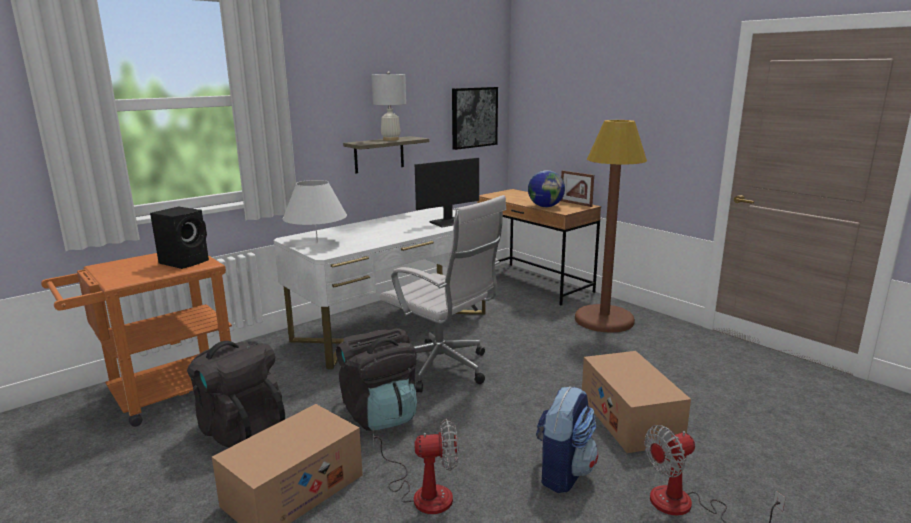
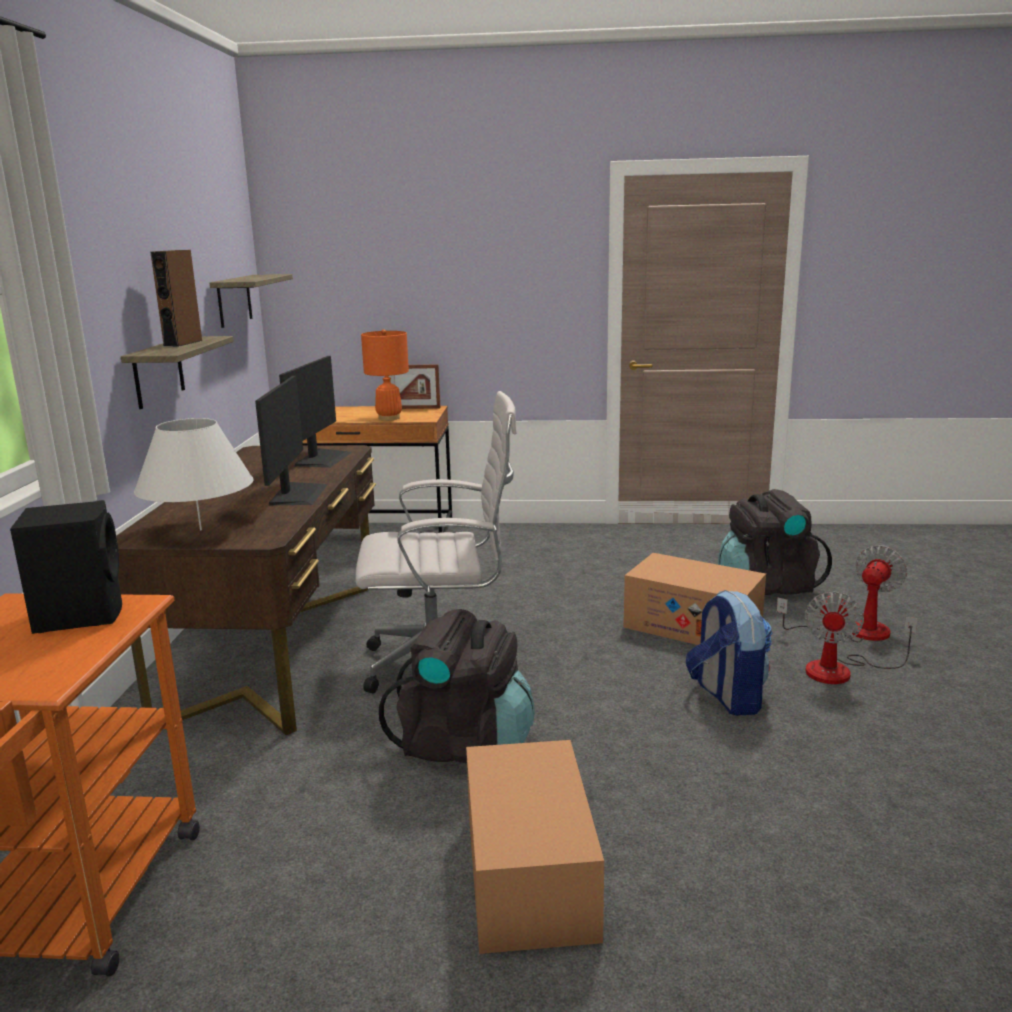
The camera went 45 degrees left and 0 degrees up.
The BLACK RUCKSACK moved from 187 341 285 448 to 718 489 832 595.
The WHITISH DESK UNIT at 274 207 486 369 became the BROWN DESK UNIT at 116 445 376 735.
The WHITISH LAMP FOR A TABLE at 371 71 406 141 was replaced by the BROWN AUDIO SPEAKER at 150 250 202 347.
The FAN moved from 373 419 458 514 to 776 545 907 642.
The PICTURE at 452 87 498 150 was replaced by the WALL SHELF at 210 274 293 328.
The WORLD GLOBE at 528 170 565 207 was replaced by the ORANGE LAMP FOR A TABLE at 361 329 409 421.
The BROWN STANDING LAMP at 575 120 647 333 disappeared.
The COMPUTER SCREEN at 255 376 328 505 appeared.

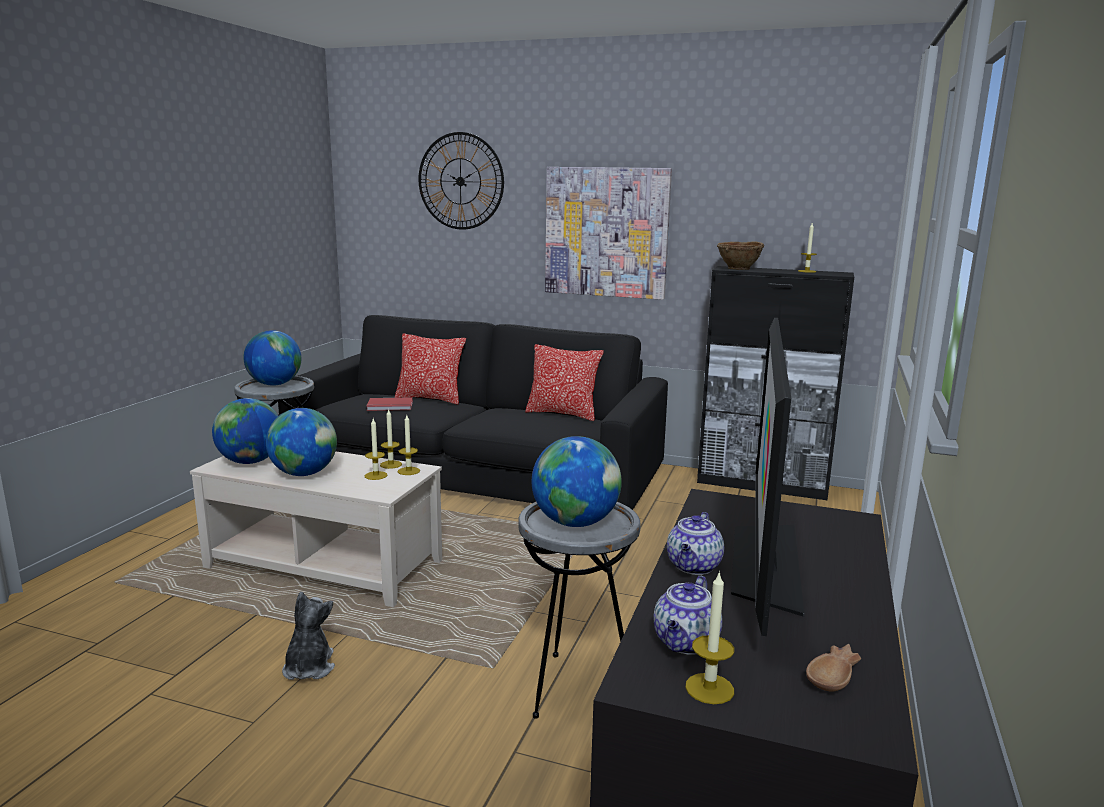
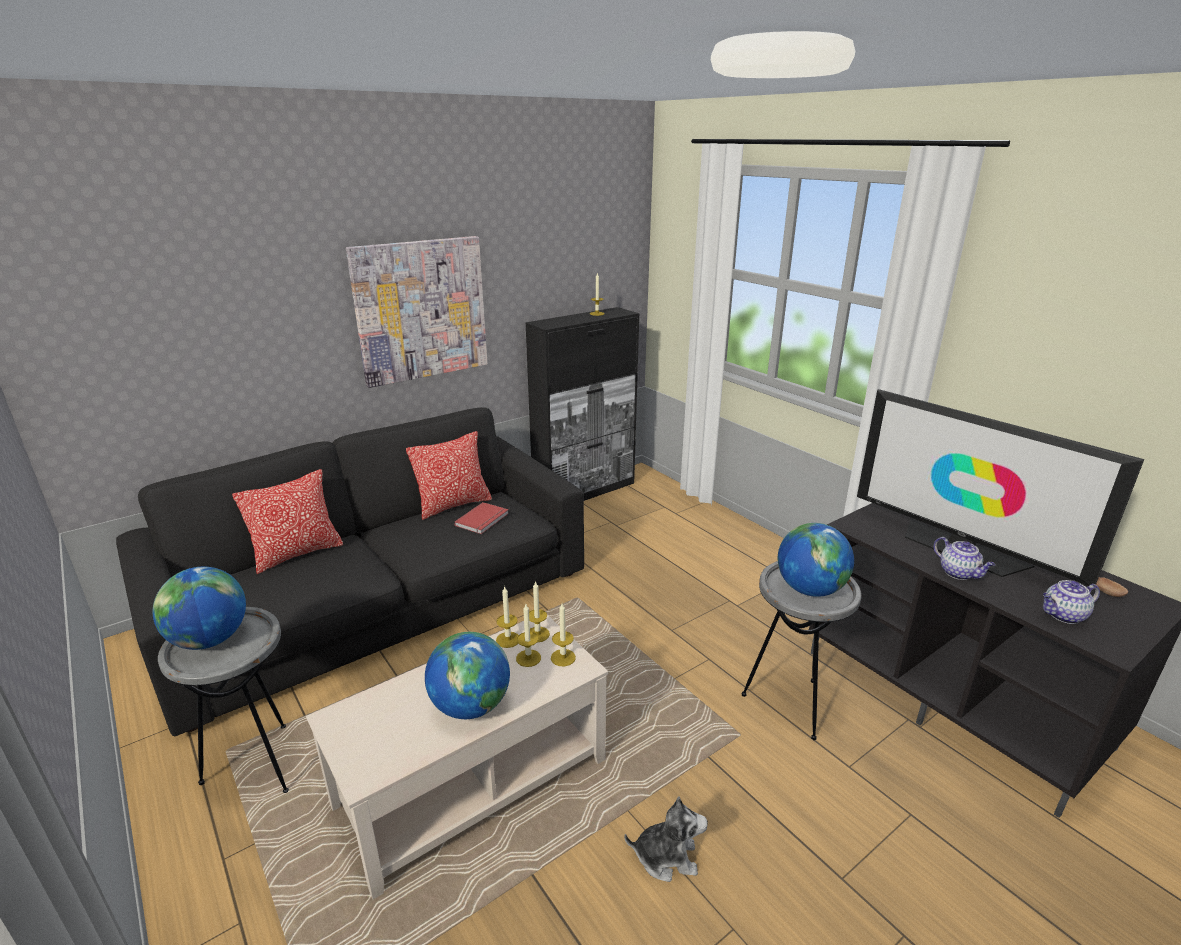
The camera went 55 degrees left and 10 degrees up.
The WORLD GLOBE at 212 398 278 464 disappeared.
The CUDDLY TOY at 282 592 335 680 turned 150 degrees clockwise.
The RED-COLOURED BOUND BOOK moved from 366 397 413 411 to 454 502 509 534.
The CLOCK ON THE WALL at 418 132 504 230 disappeared.
The TEA POT at 654 576 722 655 turned 105 degrees clockwise.
The CANDLE moved from 685 571 734 704 to 551 604 576 666.
The BROWN BOWL at 717 241 764 270 disappeared.

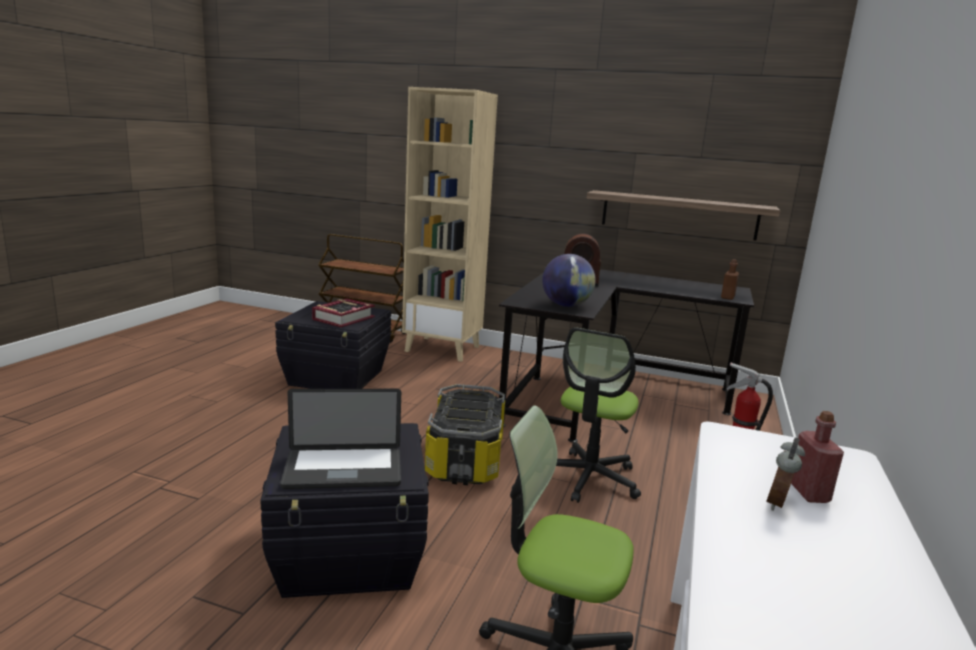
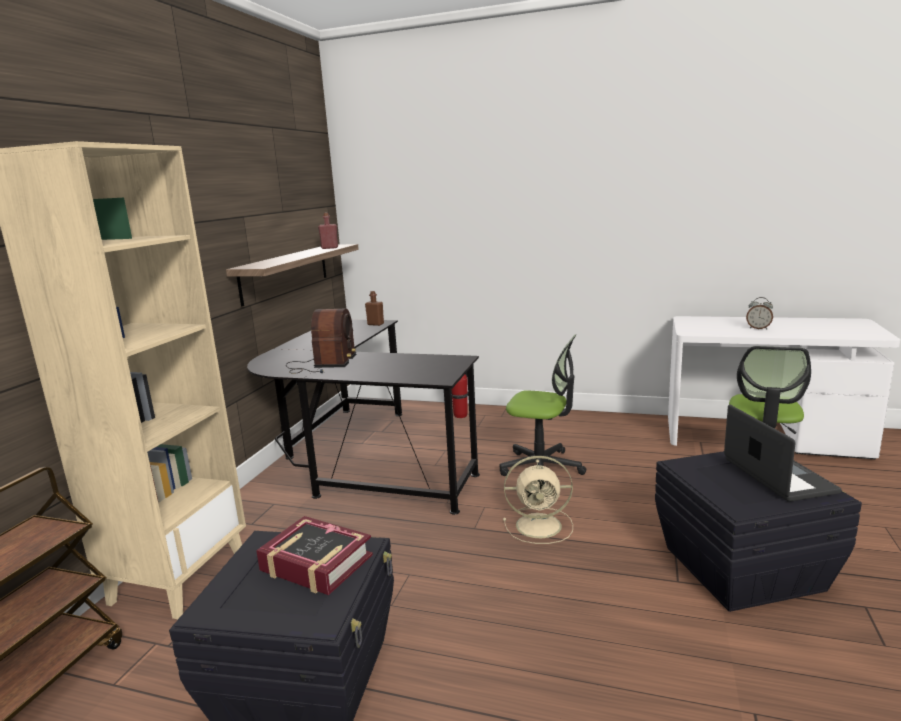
The camera went 90 degrees left and 0 degrees up.
The STORAGE CONTAINER at 425 384 505 485 was replaced by the BEIGE FAN at 503 456 573 544.
The WORLD GLOBE at 542 254 596 307 disappeared.
The RED-COLOURED BOTTLE moved from 791 411 844 503 to 318 213 338 249.

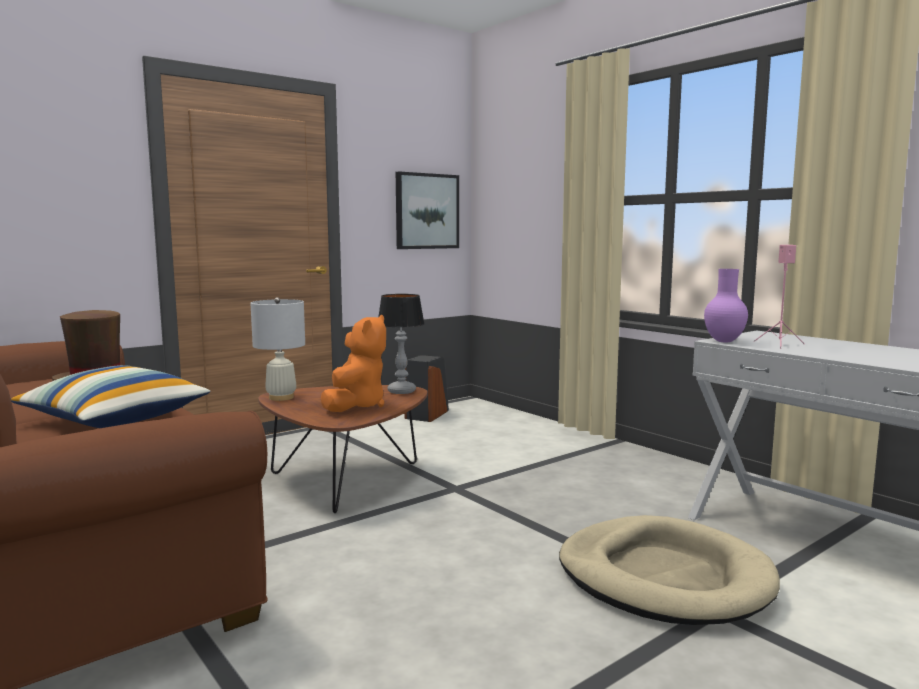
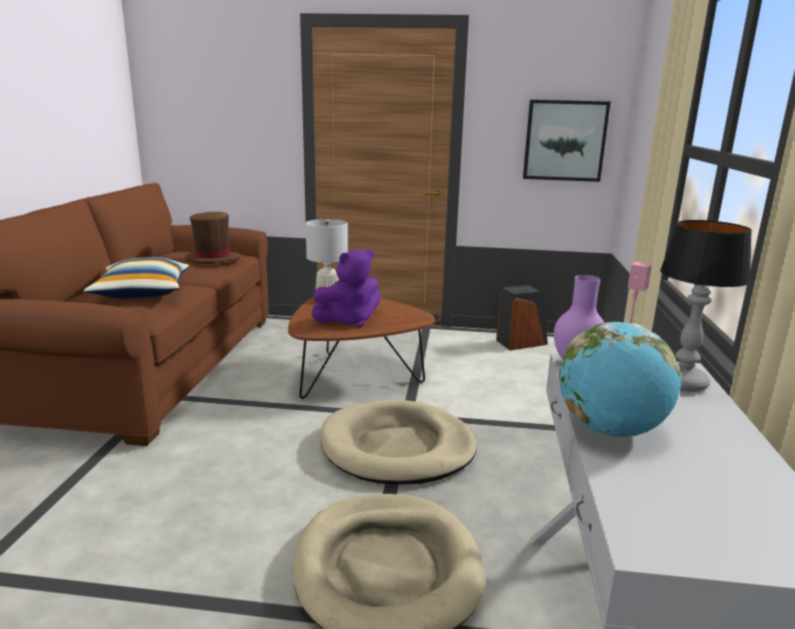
The camera went 45 degrees right and 10 degrees up.
The ORANGE CUDDLY TOY at 321 315 386 412 became the PURPLE CUDDLY TOY at 311 249 380 328.
The LAMP FOR A TABLE moved from 378 294 425 394 to 660 220 752 392.
The BEIGE DOG BED at 320 400 477 485 appeared.
The WORLD GLOBE at 559 322 681 437 appeared.

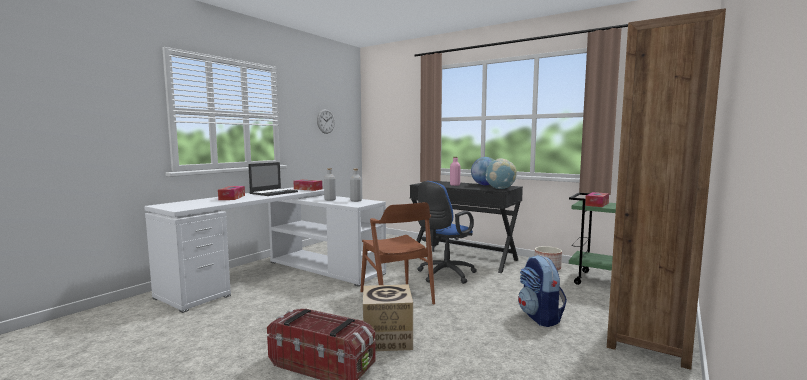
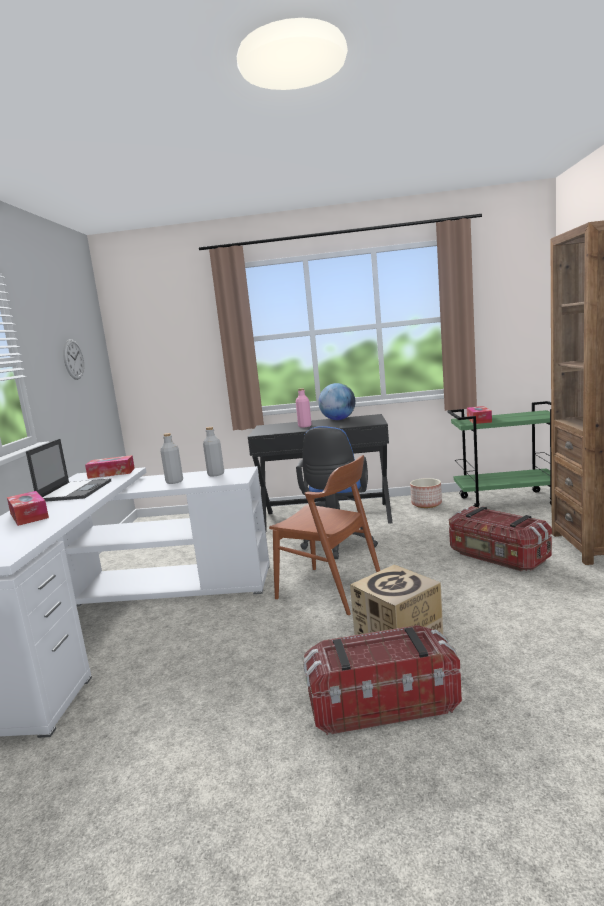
The camera went 30 degrees left and 5 degrees up.
The WORLD GLOBE at 486 158 517 189 disappeared.
The RUCKSACK at 518 255 567 327 was replaced by the STORAGE CONTAINER at 449 506 552 571.

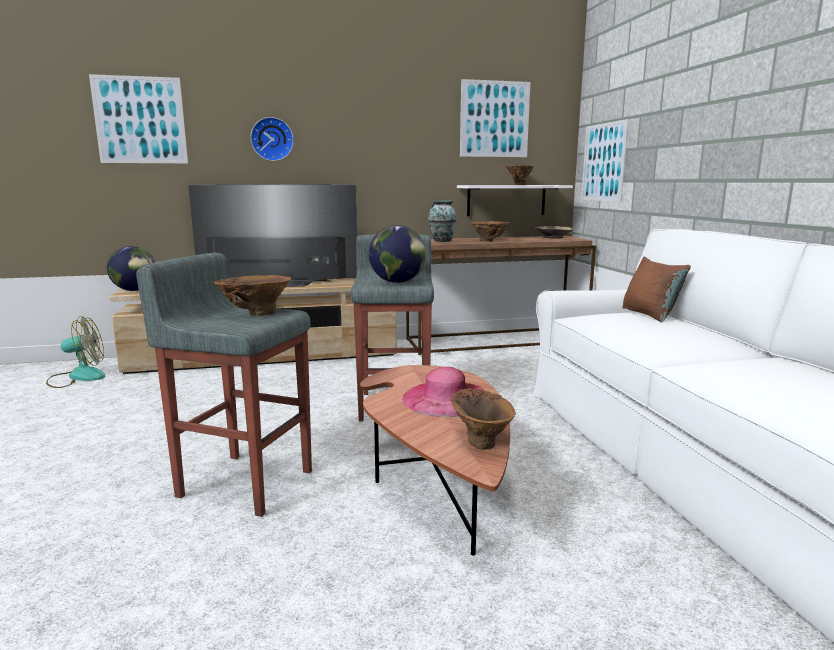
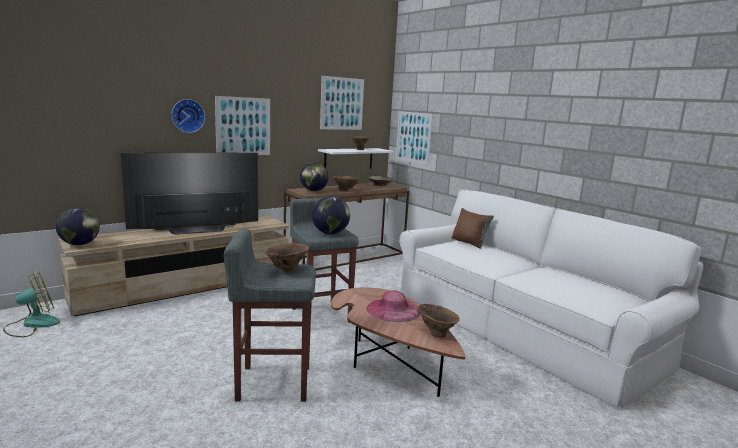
The camera went 25 degrees left and 0 degrees up.
The PICTURE moved from 89 74 188 164 to 215 96 270 155.
The DECORATIVE VASE at 428 200 457 242 was replaced by the WORLD GLOBE at 300 163 329 191.

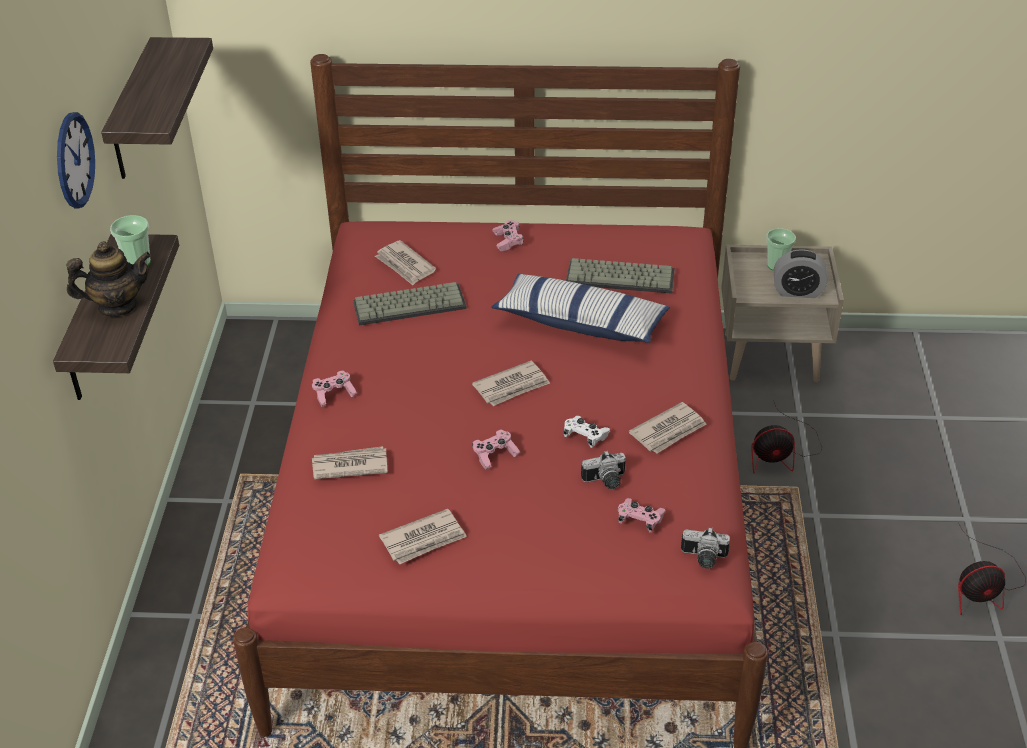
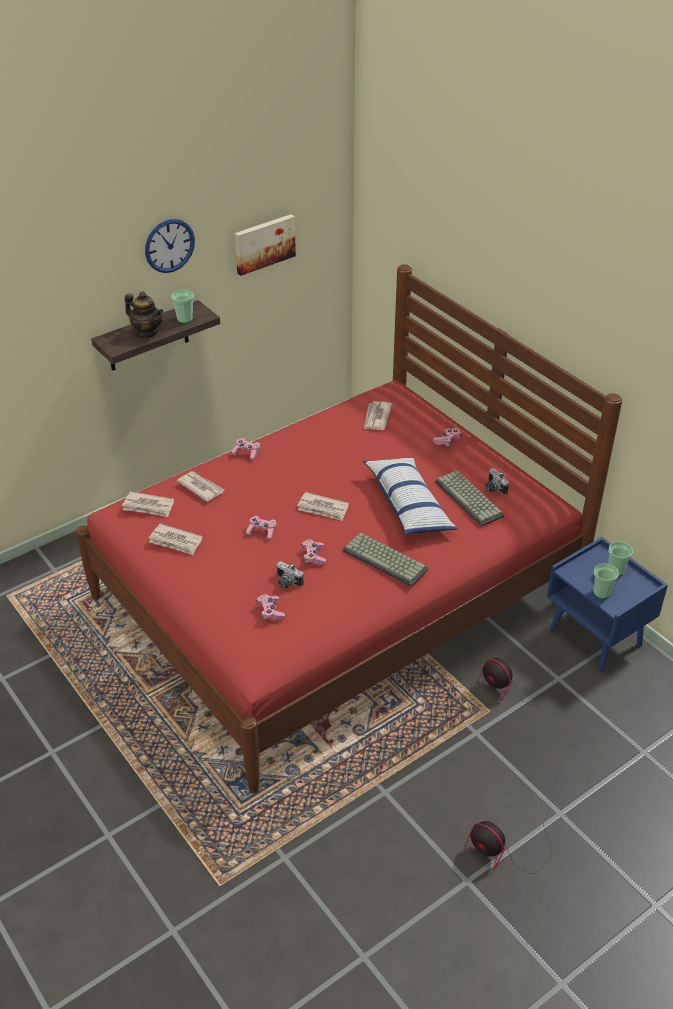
The camera went 50 degrees right and 0 degrees up.
The WALL SHELF at 101 37 213 179 was replaced by the PICTURE at 235 214 296 276.
The PC KEYBOARD moved from 353 282 467 326 to 343 533 428 587.
The WHITISH JOYPAD at 563 416 611 448 became the PINK JOYPAD at 301 539 326 565.
The NEWSPAPER moved from 629 402 706 454 to 122 491 174 517.
The PHOTO CAMERA moved from 681 527 730 569 to 485 468 509 495.
The BEIGE BEDSIDE TABLE at 721 245 844 382 became the BLUE-COLOURED BEDSIDE TABLE at 547 537 668 672.
The ALARM CLOCK at 774 249 827 298 was replaced by the SMALL CUP at 594 564 619 599.

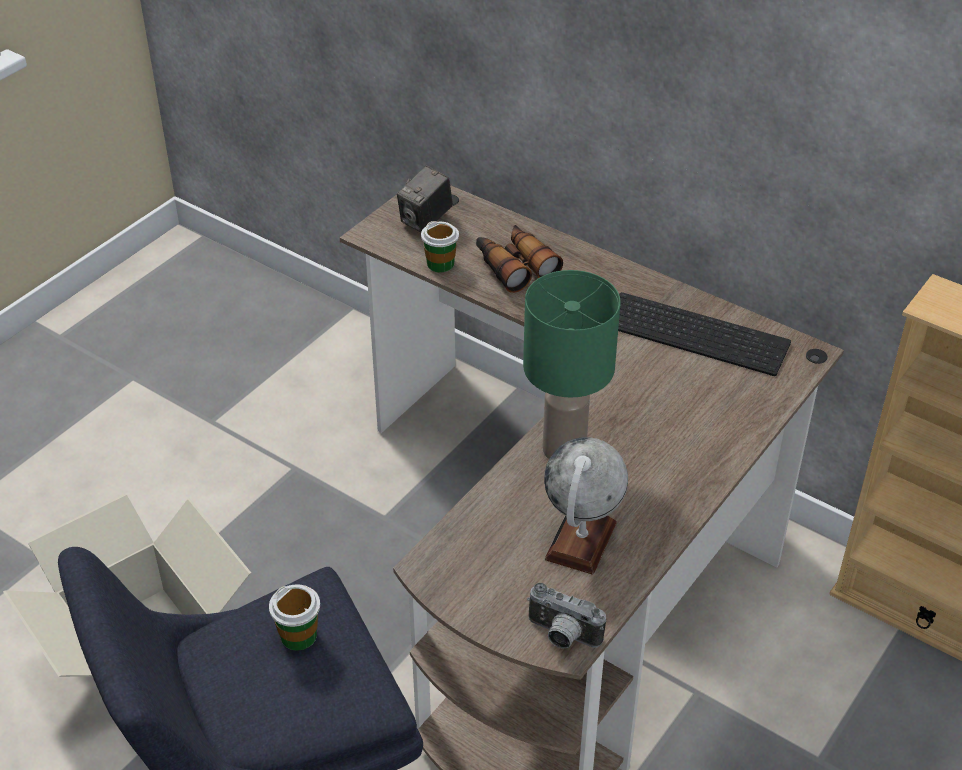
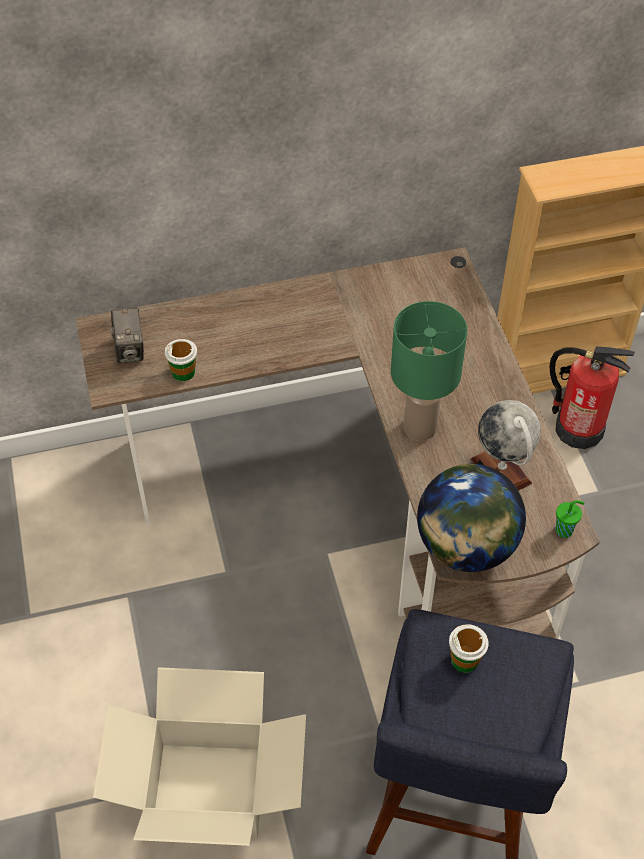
The camera went 50 degrees left and 10 degrees up.
The FIELD GLASSES at 476 225 563 293 disappeared.
The PHOTO CAMERA at 527 583 606 649 was replaced by the GREENISH SMALL CUP at 555 500 584 538.
The PC KEYBOARD at 618 292 791 376 disappeared.
The WORLD GLOBE at 417 464 526 572 appeared.
The FIRE-FIGHTING CYLINDER at 549 347 635 449 appeared.

